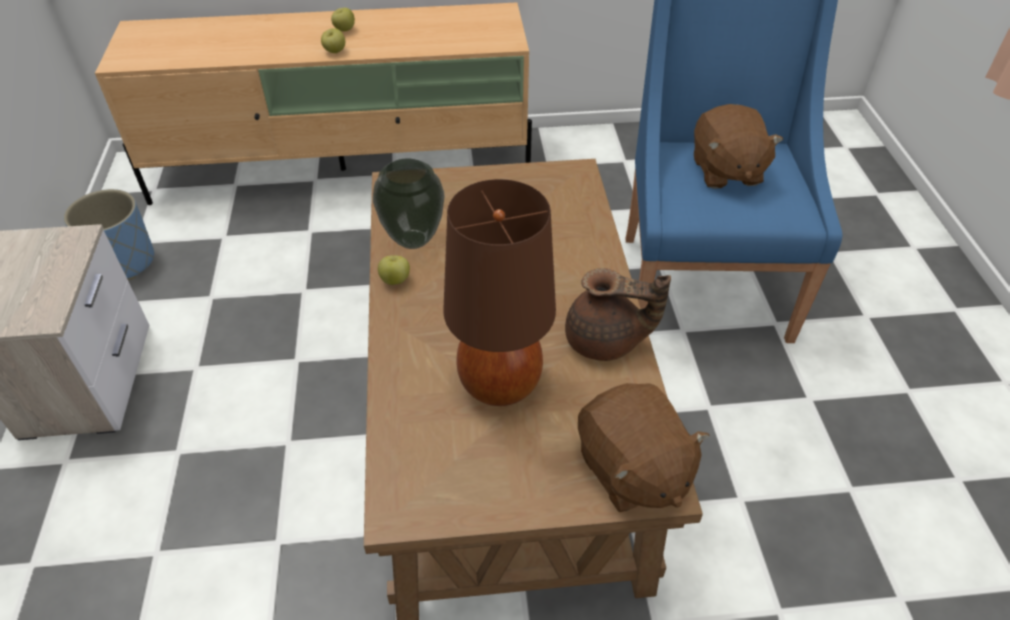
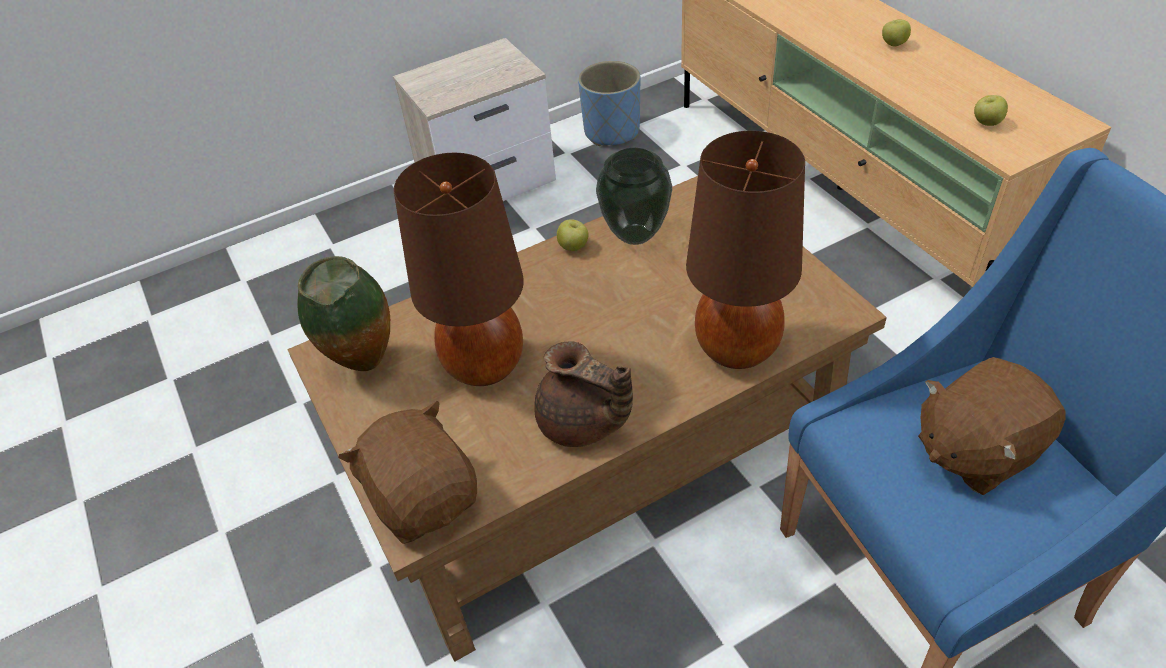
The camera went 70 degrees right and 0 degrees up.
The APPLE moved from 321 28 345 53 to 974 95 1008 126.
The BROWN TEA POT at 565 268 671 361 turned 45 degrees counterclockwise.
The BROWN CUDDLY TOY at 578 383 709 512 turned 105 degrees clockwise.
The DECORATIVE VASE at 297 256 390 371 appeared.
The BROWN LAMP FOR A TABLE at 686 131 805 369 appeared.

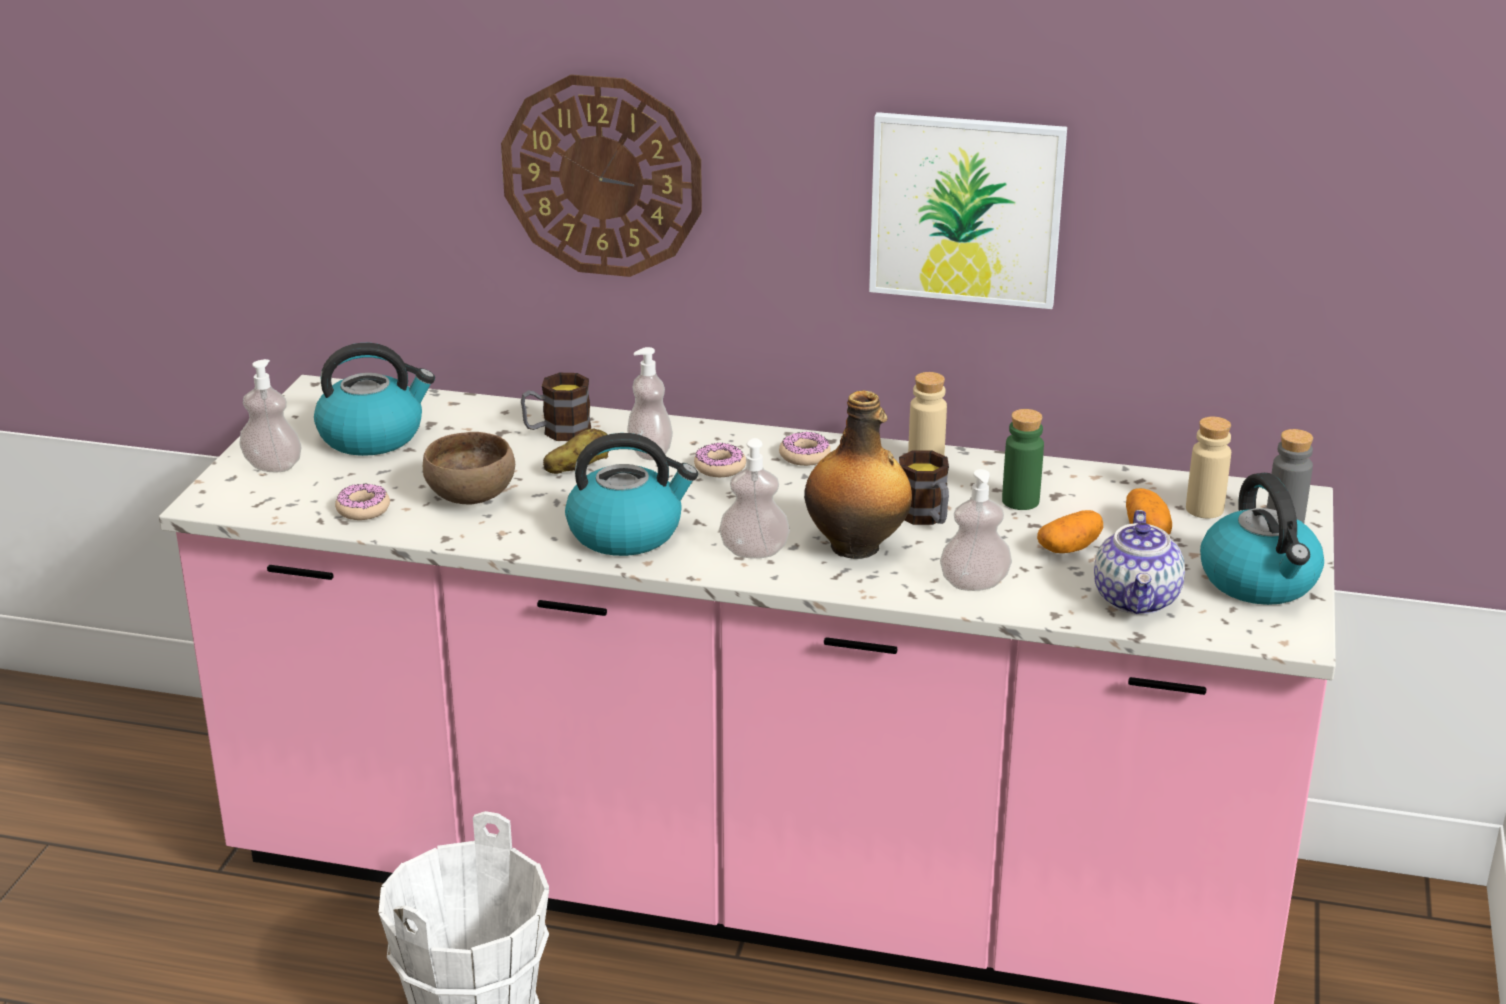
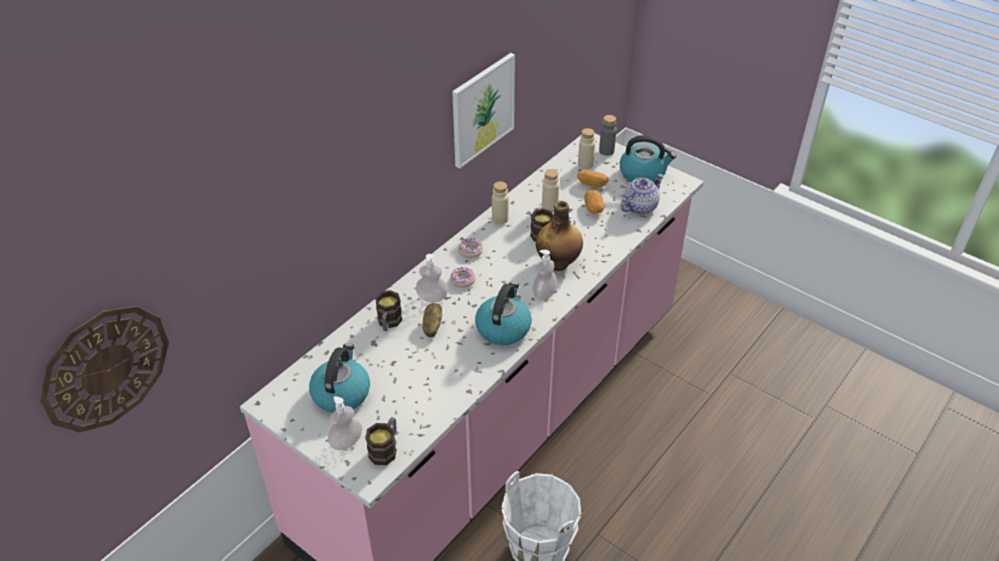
The camera went 65 degrees left and 15 degrees up.
The DONUT at 335 484 390 520 disappeared.
The BROWN BOWL at 423 432 515 504 disappeared.
The CLOCK ON THE WALL moved from 501 74 702 277 to 39 306 169 432.
The SOAP DISPENSER at 940 469 1012 591 disappeared.
The GREENISH BOTTLE at 1002 409 1044 510 became the BEIGE BOTTLE at 542 169 559 211.
The TEA POT at 1094 510 1185 615 turned 75 degrees counterclockwise.
The TEA MUG at 365 417 397 465 appeared.

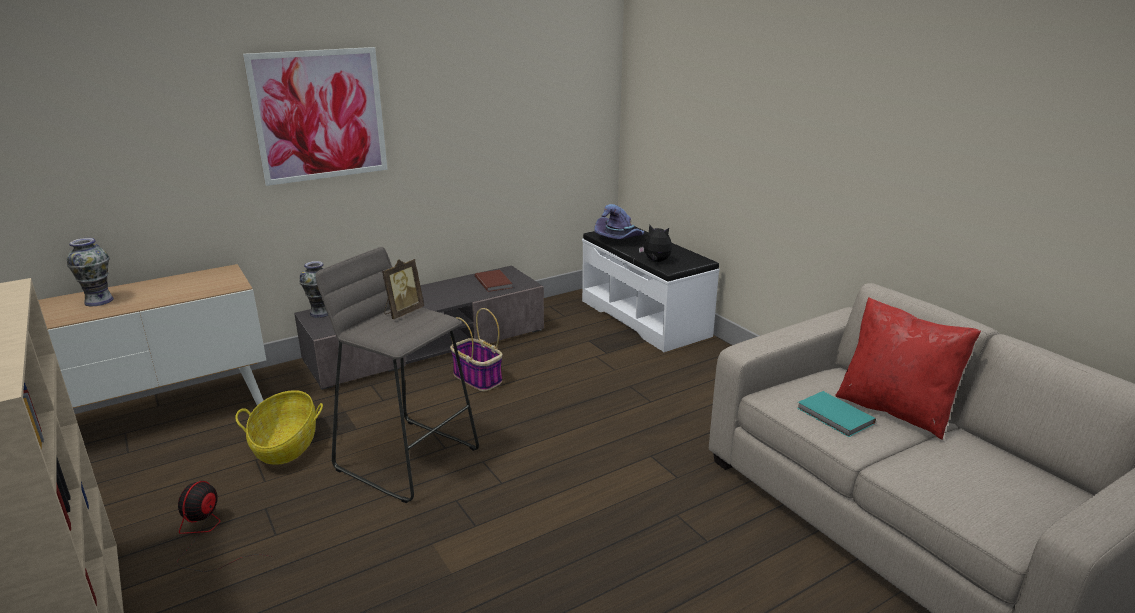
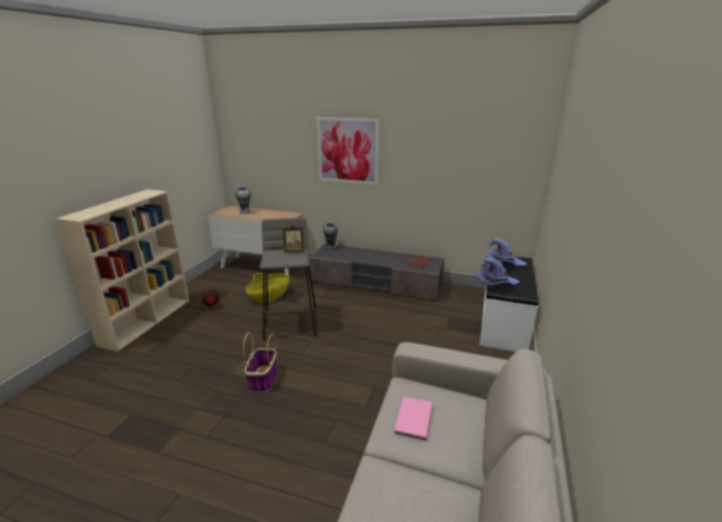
The camera went 50 degrees right and 0 degrees up.
The HOUSEHOLD BASKET moved from 450 308 502 392 to 243 332 277 393.
The CUDDLY TOY at 639 224 672 262 was replaced by the PURPLE CLOTHING HAT at 476 258 520 286.
The TURQUOISE BOUND BOOK at 797 391 876 437 became the PINK BOUND BOOK at 394 397 433 441.
The RED-COLOURED PILLOW at 835 297 981 440 disappeared.

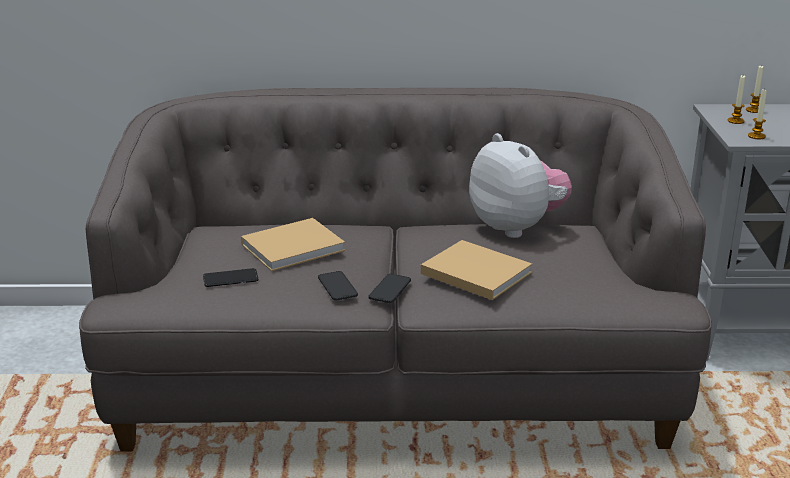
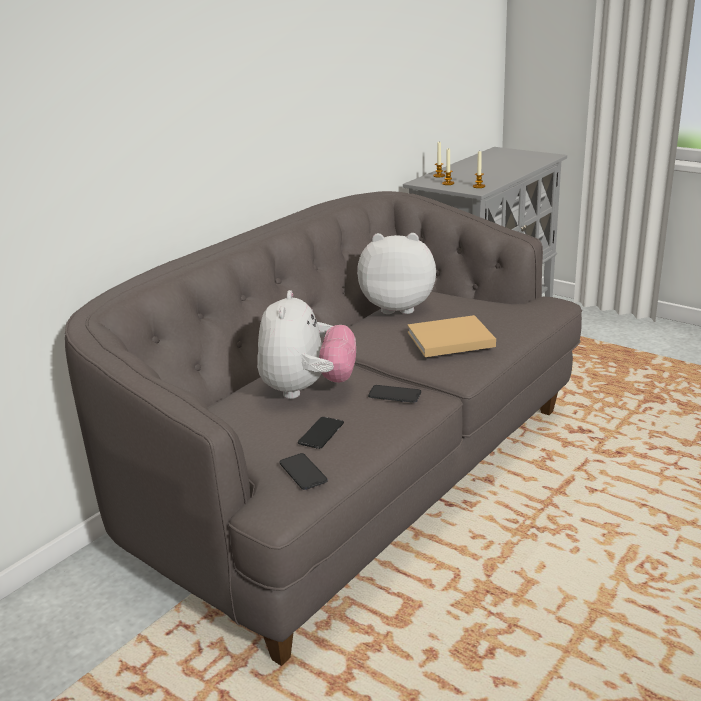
The camera went 50 degrees left and 0 degrees up.
The BEIGE BOUND BOOK at 241 218 345 271 was replaced by the CUDDLY TOY at 257 290 356 399.
The PHONE moved from 368 274 411 303 to 280 453 328 490.

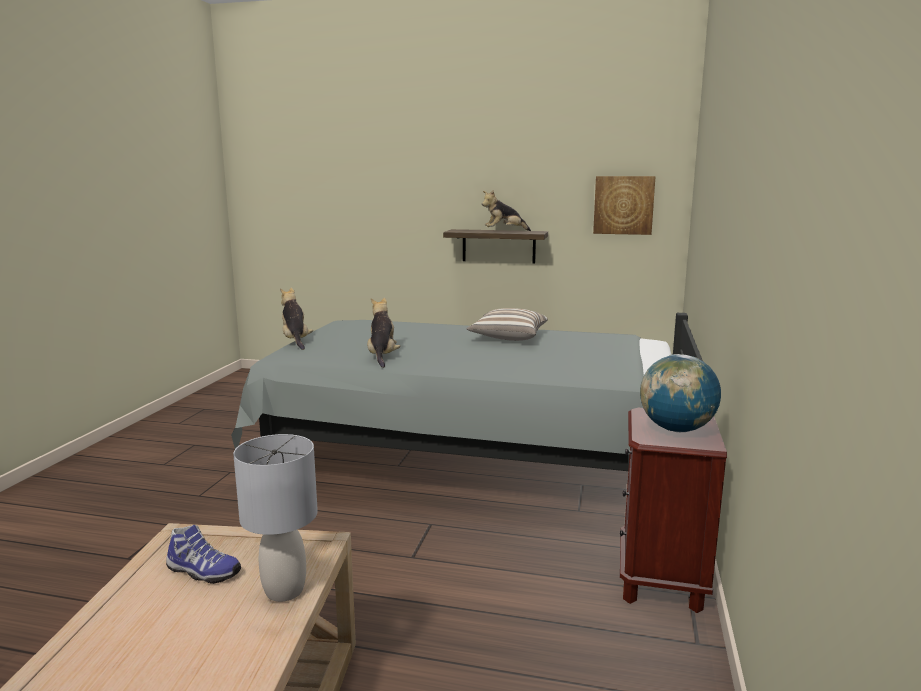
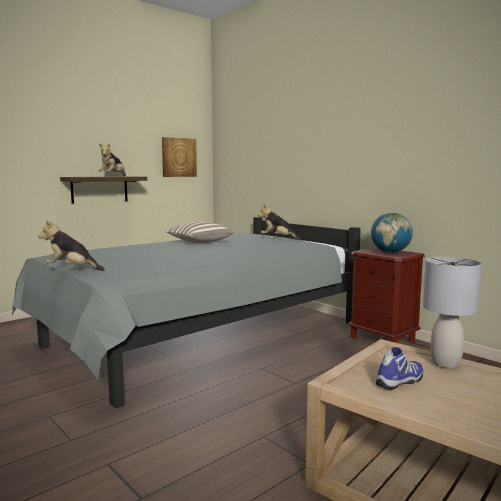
The camera went 55 degrees left and 5 degrees down.
The CUDDLY TOY moved from 367 298 401 368 to 257 204 301 240.

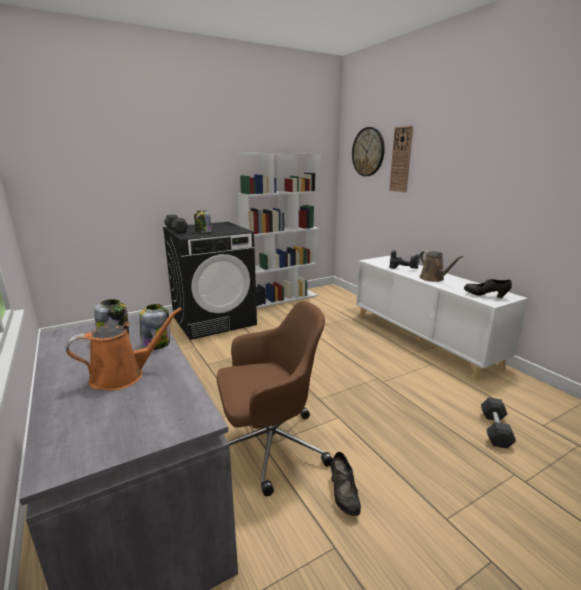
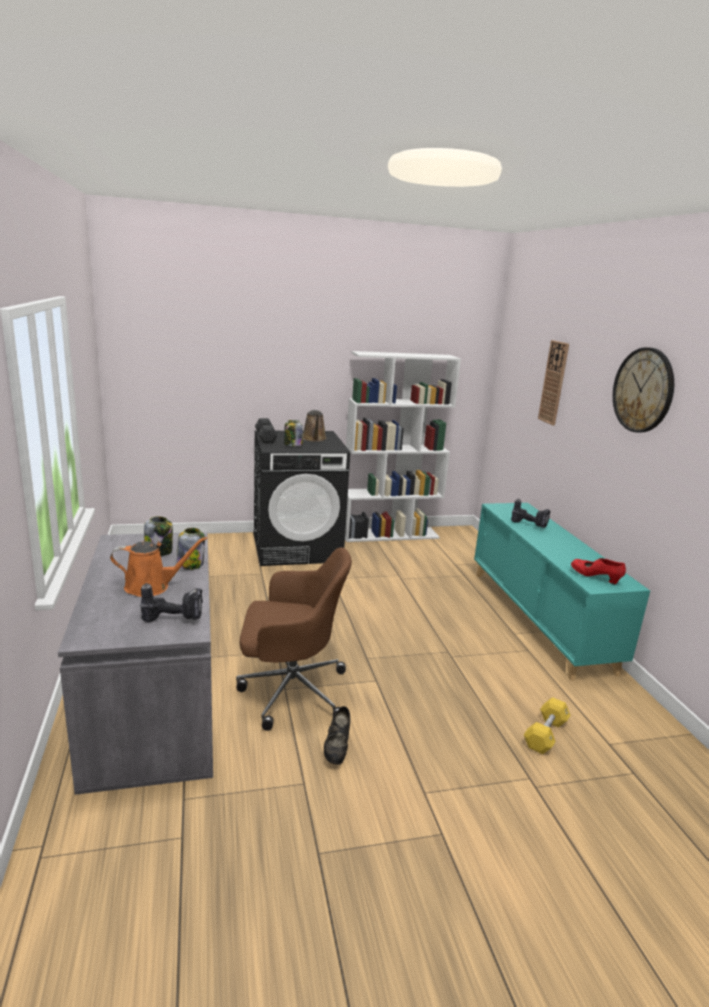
The camera went 15 degrees right and 0 degrees up.
The CLOCK ON THE WALL moved from 352 127 385 176 to 613 347 674 432.
The WHITISH CABINET at 356 256 528 381 became the TURQUOISE CABINET at 474 503 650 681.
The BROWN WATERING CAN moved from 419 251 463 282 to 303 410 327 442.
The BLACK SHOE at 464 279 512 298 became the RED-COLOURED SHOE at 571 558 626 584.
The BLACK DUMBBELL at 481 397 516 449 became the YELLOWISH DUMBBELL at 524 697 570 754.
The ELECTRIC DRILL at 140 583 203 622 appeared.

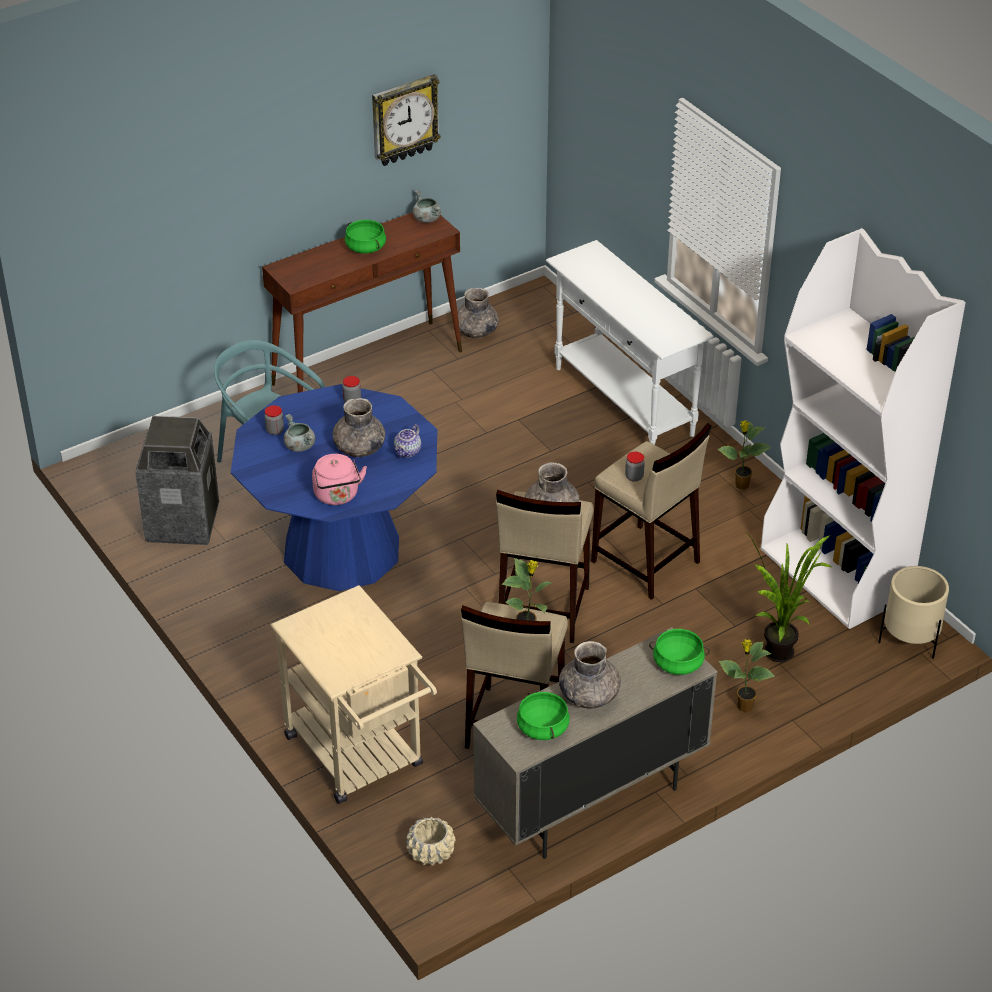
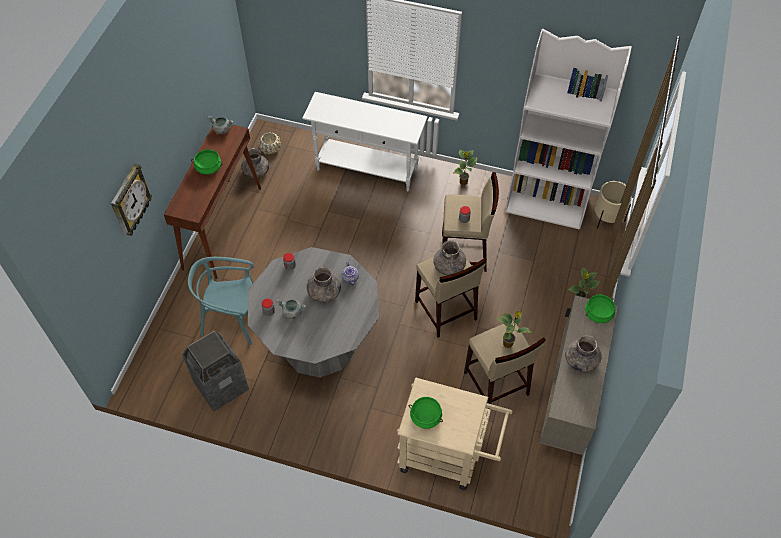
The camera went 40 degrees left and 15 degrees up.
The BLUE-COLOURED KITCHEN TABLE at 231 384 437 591 became the GRAY KITCHEN TABLE at 248 247 379 378.
The PINK TEA KETTLE at 312 454 367 505 disappeared.
The CLOCK ON THE WALL moved from 372 74 441 166 to 111 163 152 236.
The BEIGE PLANT POT moved from 406 817 456 866 to 258 132 281 155.
The GREENISH SAUCEPOT moved from 517 692 570 740 to 408 397 443 429.
The HOUSEPLANT at 744 531 833 662 disappeared.

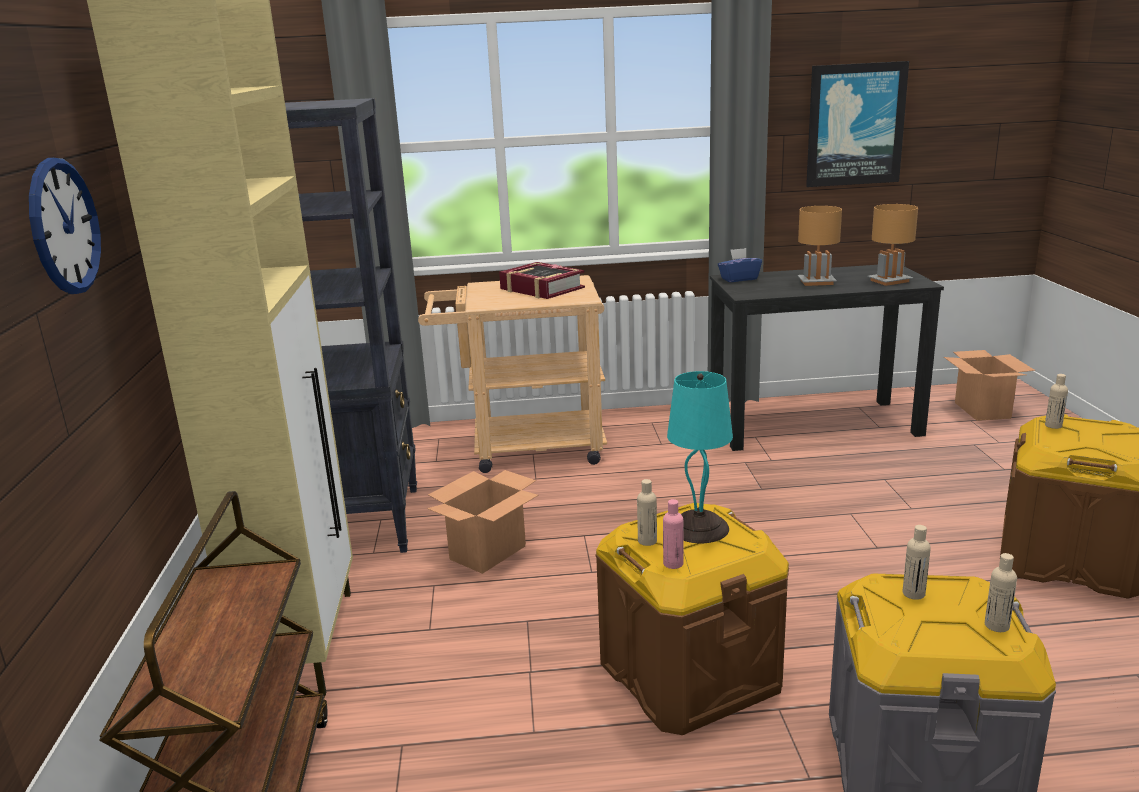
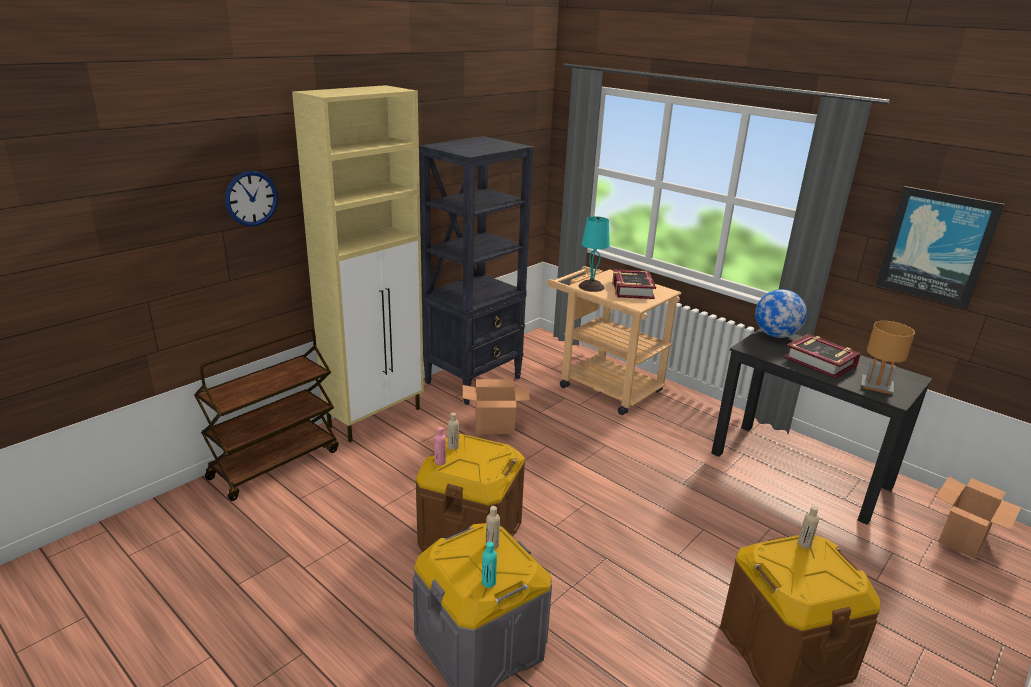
The camera went 45 degrees right and 5 degrees up.
The TURQUOISE LAMP FOR A TABLE moved from 667 371 733 543 to 579 216 610 292.
The BLUE-COLOURED TISSUE BOX at 718 248 762 282 was replaced by the WORLD GLOBE at 755 289 807 338.
The BROWN LAMP FOR A TABLE at 798 206 842 286 was replaced by the BOUND BOOK at 784 334 861 379.
The BEIGE BOTTLE at 985 553 1017 632 became the TURQUOISE BOTTLE at 482 542 497 588.

